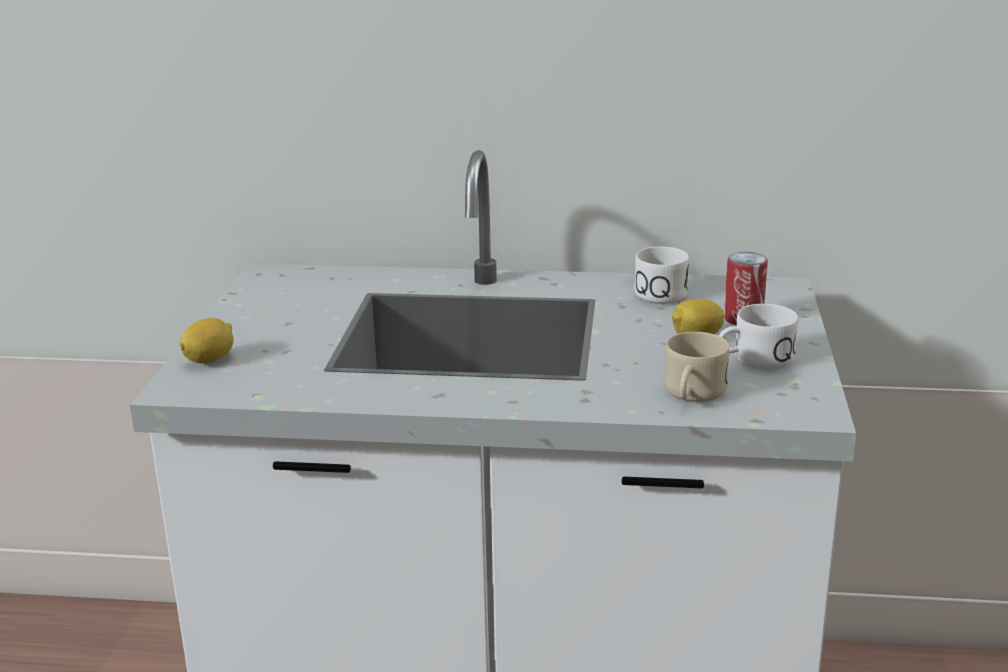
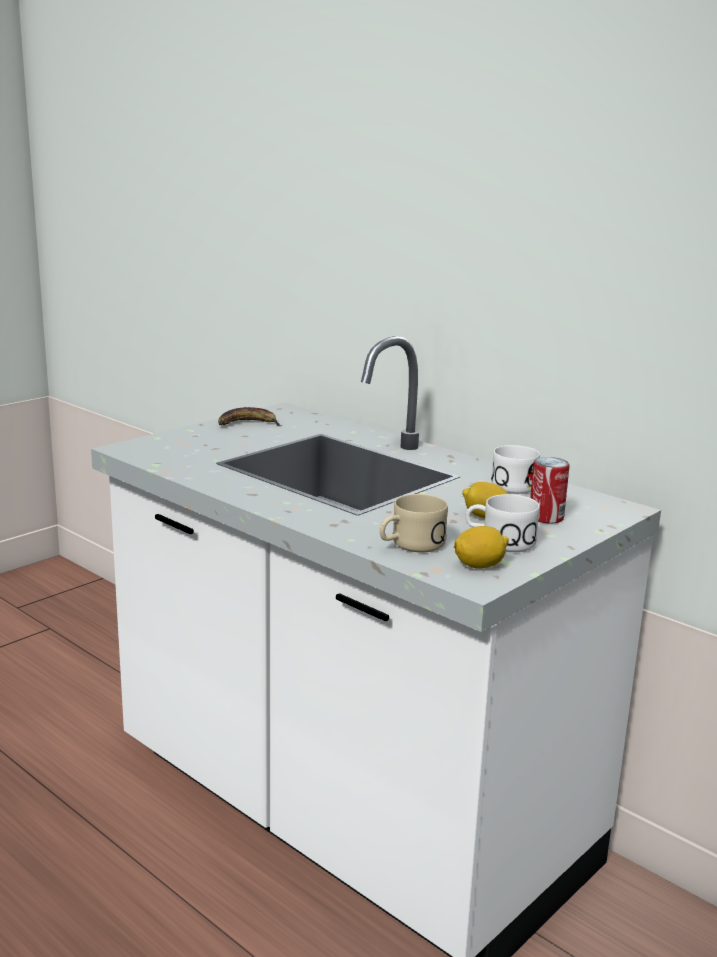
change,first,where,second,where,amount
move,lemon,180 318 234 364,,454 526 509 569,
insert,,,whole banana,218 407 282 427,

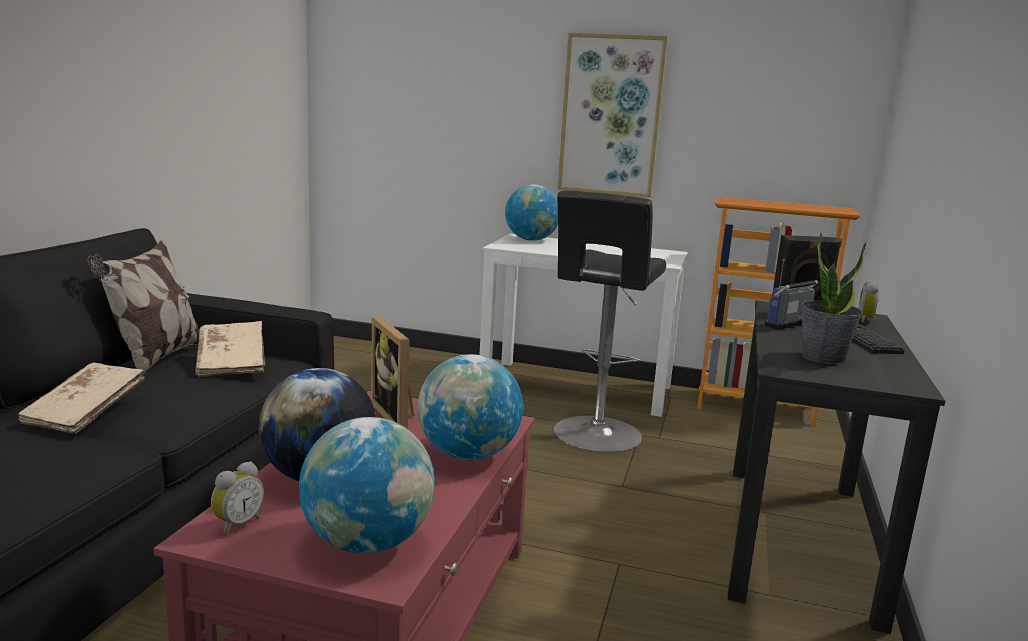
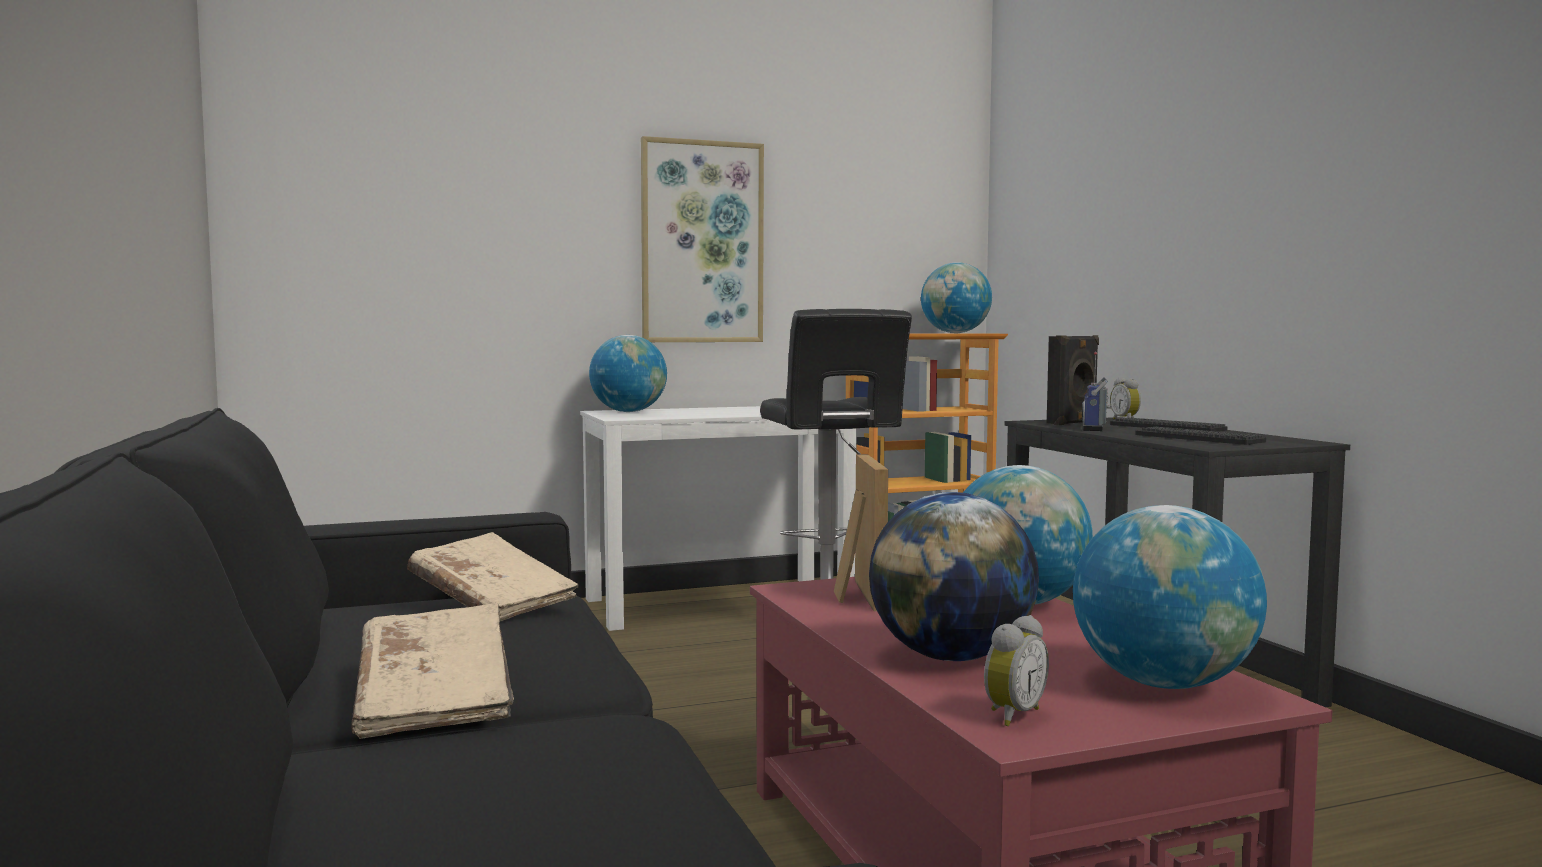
change,first,where,second,where,amount
delete,cushion,87 240 199 373,,,
rotate,table clock,211 461 264 535,,984 615 1049 726,45 degrees clockwise
rotate,picture frame,371 316 414 429,,834 454 888 611,120 degrees counterclockwise
replace,houseplant,802 232 866 364,keyboard,1135 427 1266 445,
insert,,,desk globe,921 262 992 333,

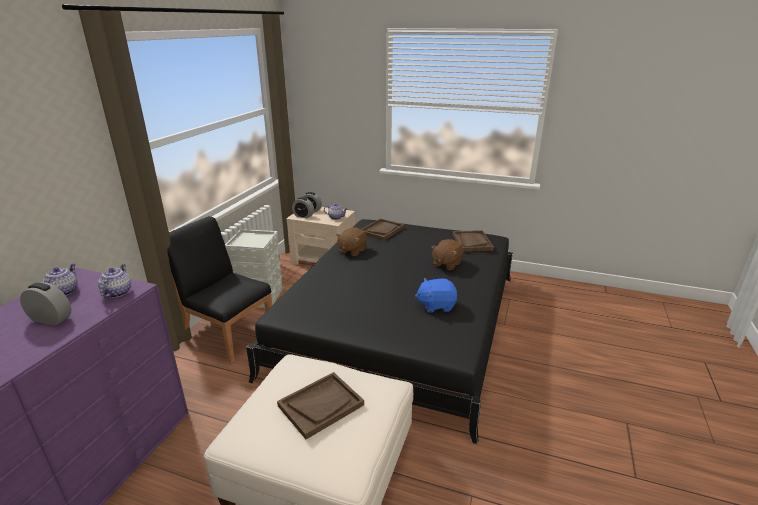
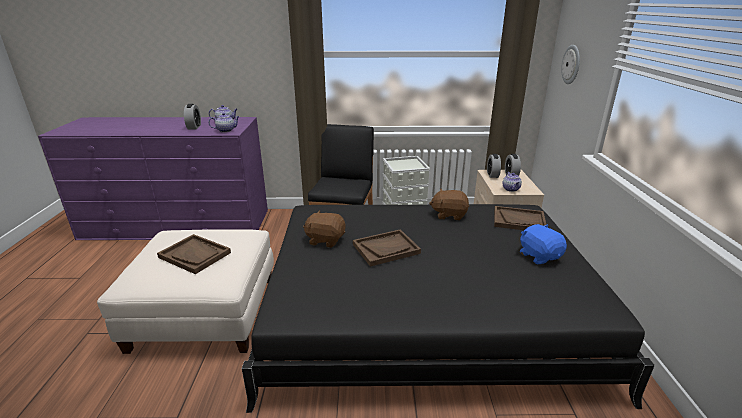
change,first,where,second,where,amount
move,blue soft toy,415 278 457 313,,520 224 567 264,
move,brown-coloured soft toy,431 239 463 270,,303 210 346 248,
move,brown-coloured tray,453 230 494 252,,353 229 421 267,
insert,,,wall clock,561 45 580 84,

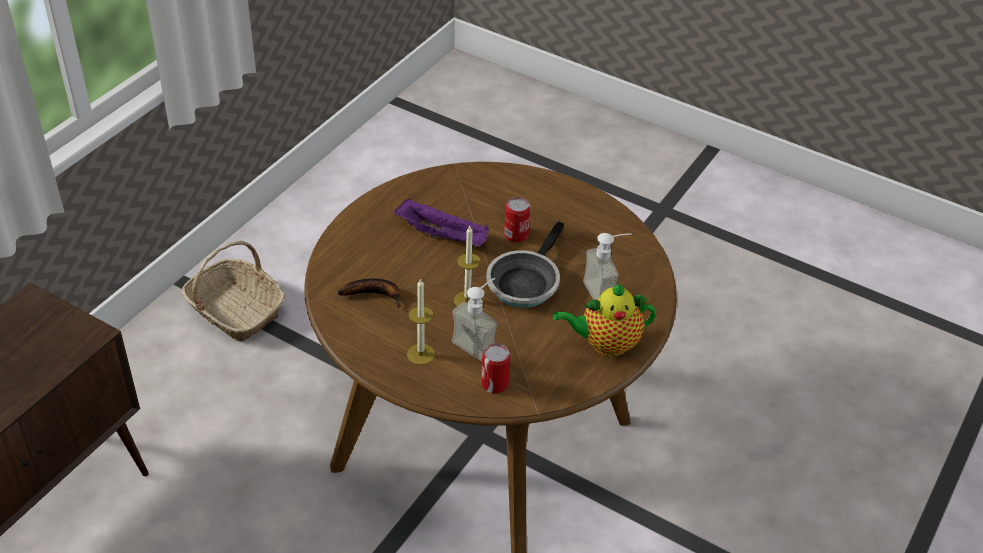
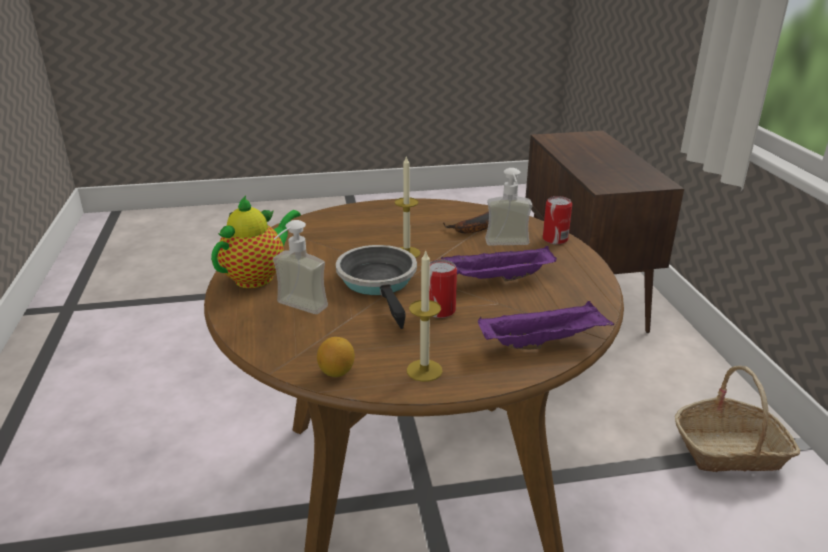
change,first,where,second,where,amount
move,candle,407 278 435 365,,407 249 443 382,
move,liquid soap bottle,452 278 497 362,,485 168 533 245,
move,sealed can,481 343 511 393,,543 196 572 245,
insert,,,lemon,317 337 355 377,
insert,,,purple tray,478 301 614 349,

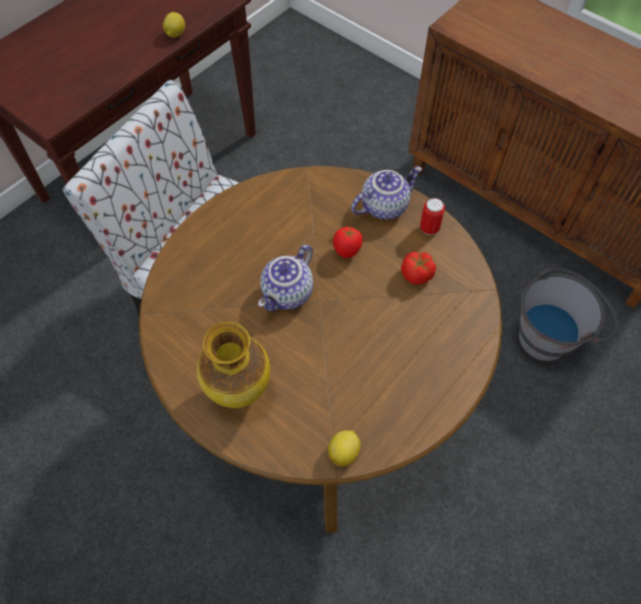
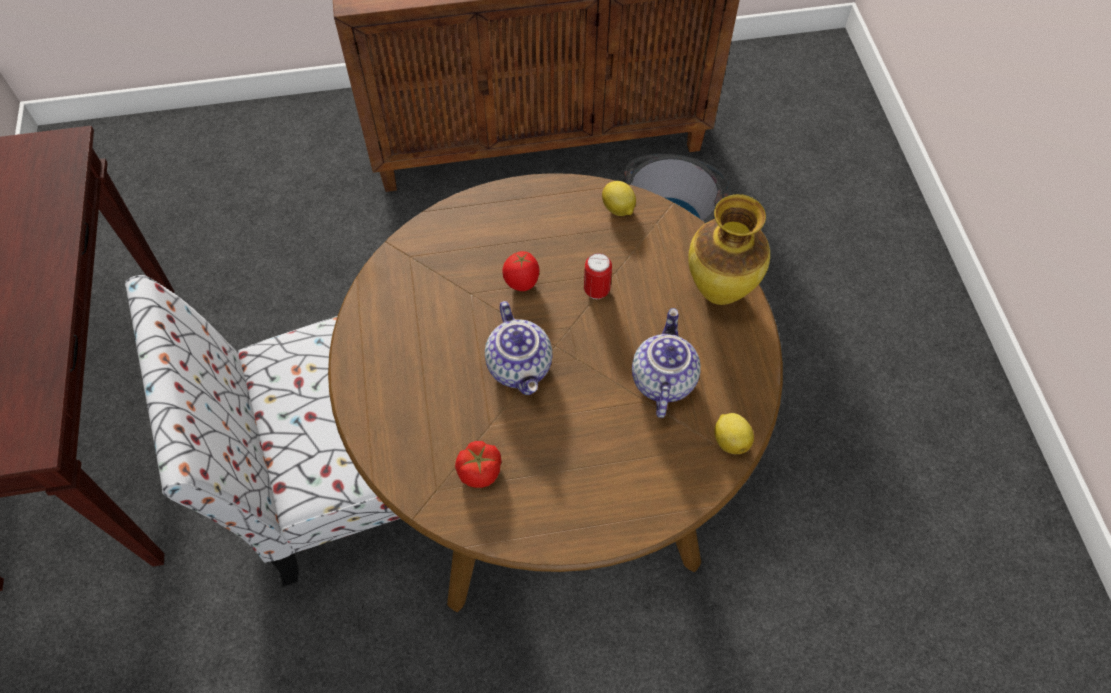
change,first,where,second,where,amount
move,lemon,163 12 185 37,,602 181 636 216,
move,decorative vase,197 322 270 408,,688 194 770 305,
move,tea pot,351 166 422 220,,632 308 701 418,
move,tomato,401 252 436 285,,455 441 501 488,
move,sealed can,420 198 445 235,,584 253 612 299,

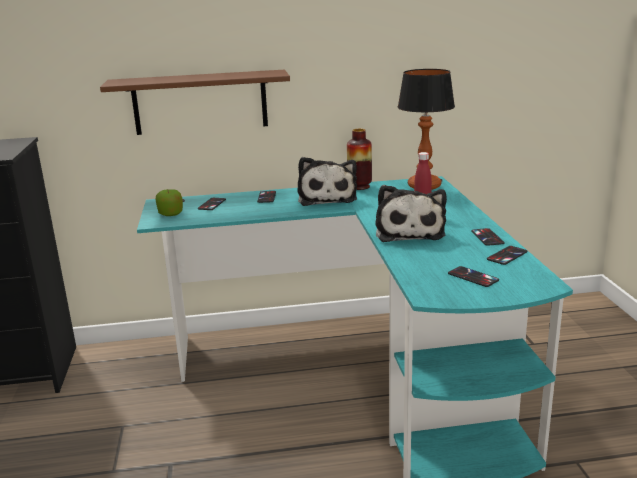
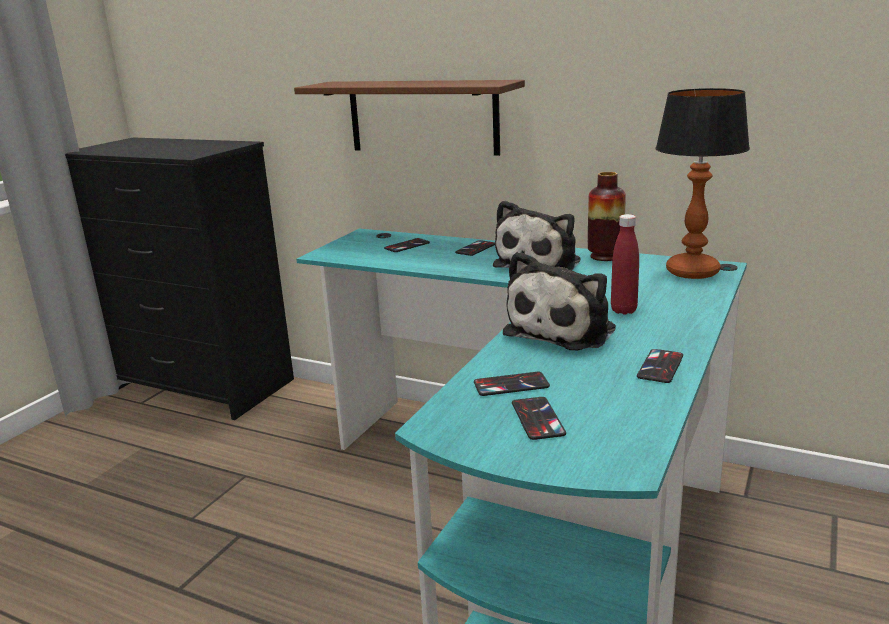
change,first,where,second,where,amount
delete,whole apple,155 189 183 216,,,
move,telephone,487 246 528 265,,474 372 550 396,

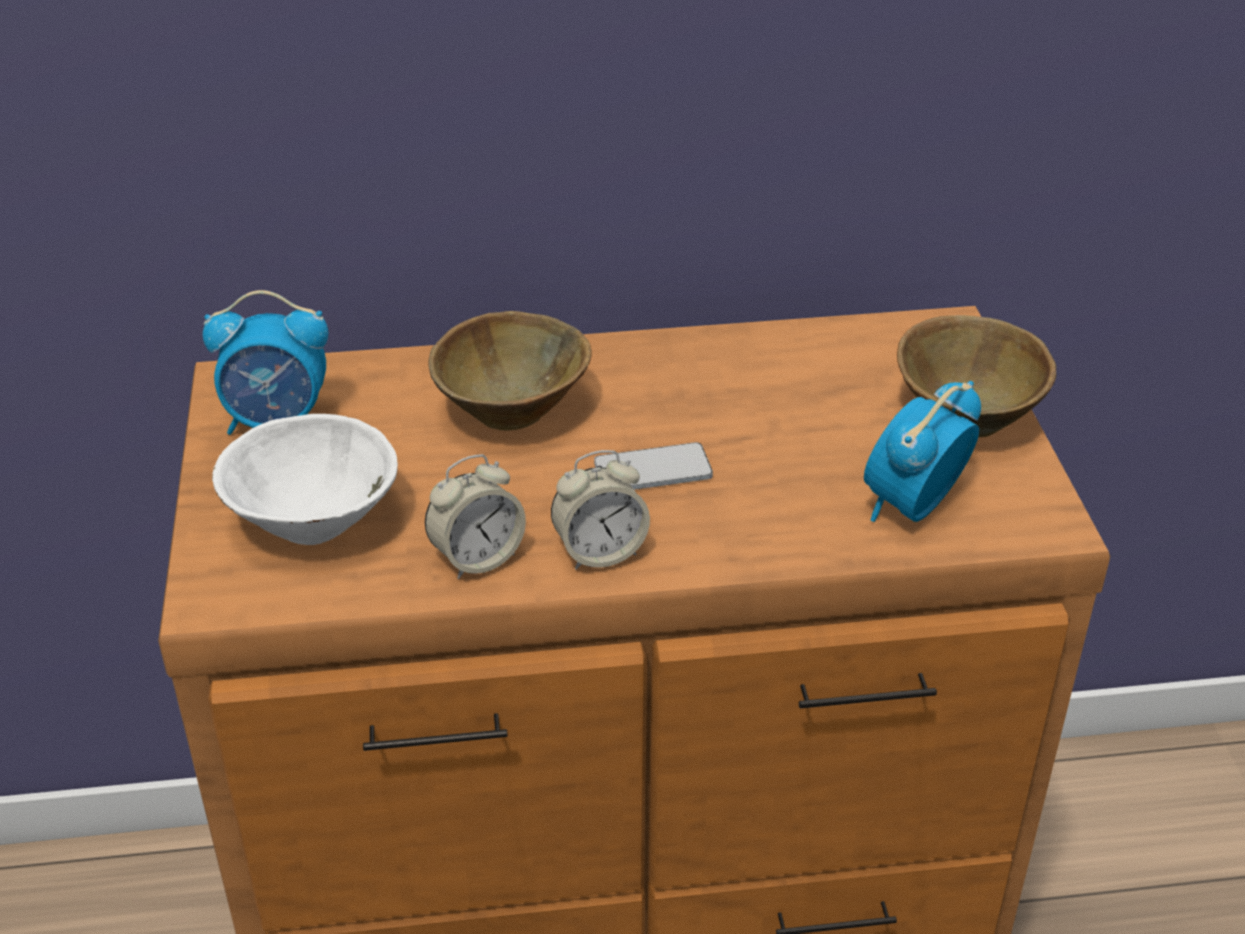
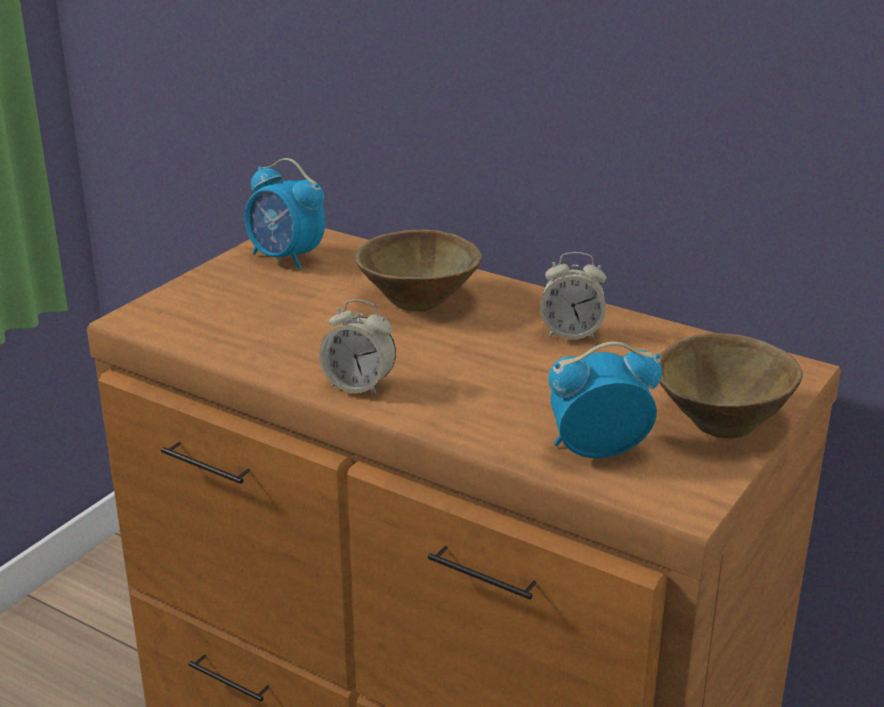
change,first,where,second,where,amount
delete,white bowl,212 414 398 545,,,
move,table clock,425 454 526 579,,540 252 606 340,
delete,telephone,594 442 713 490,,,

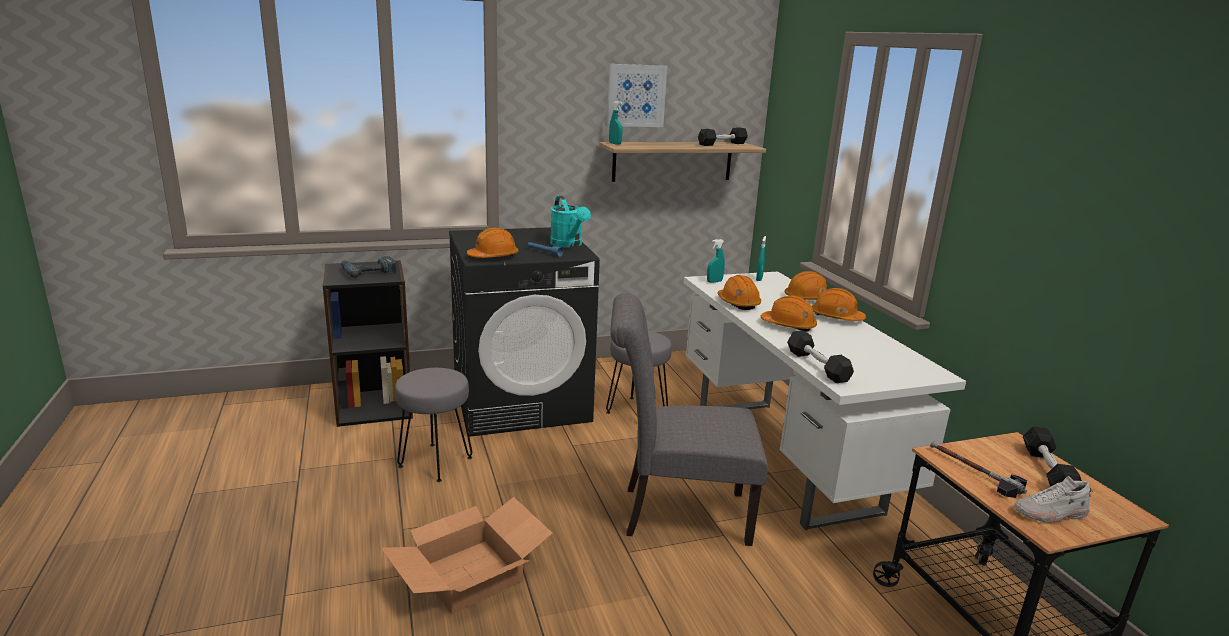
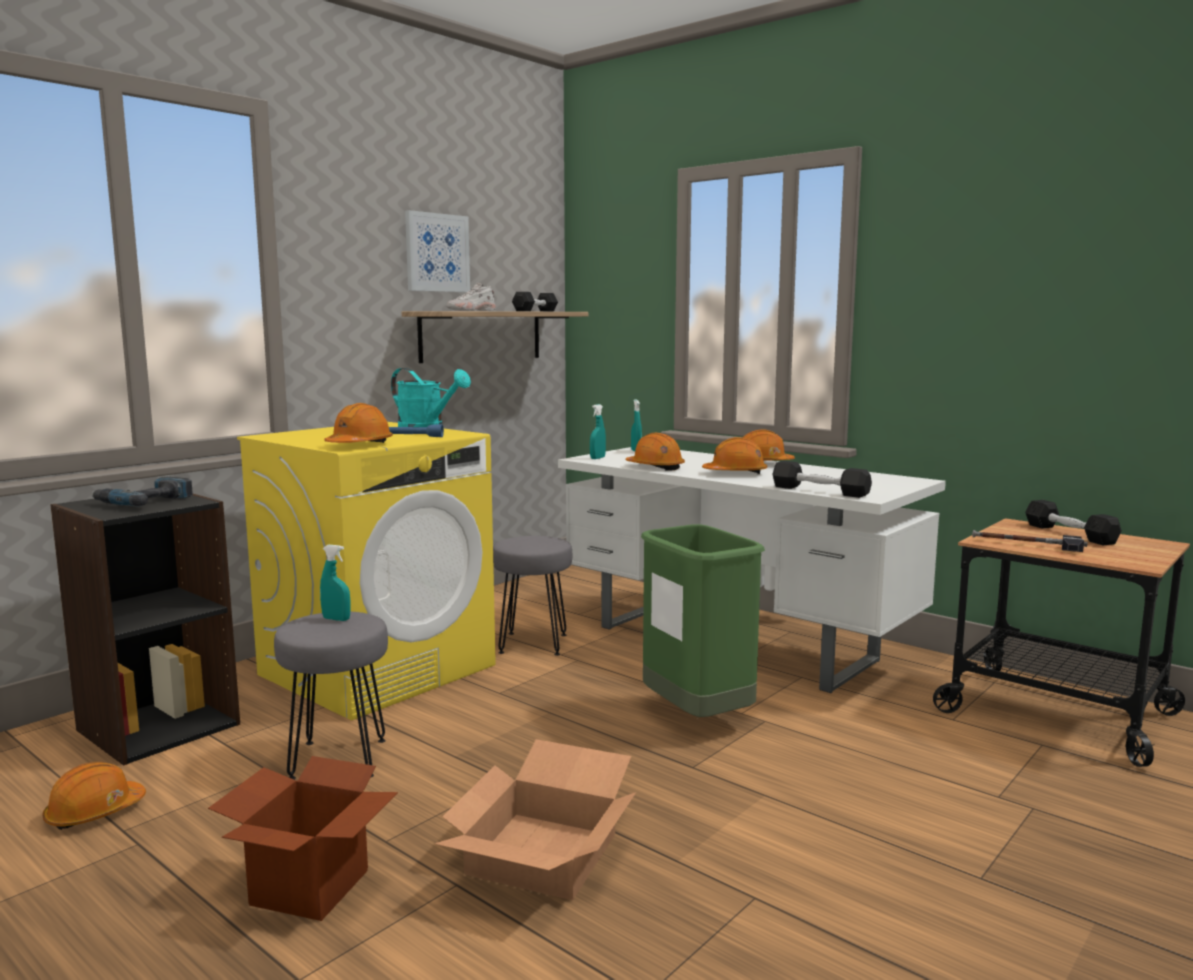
change,first,where,second,where,amount
recolor,black washing machine,449 227 600 437,yellow-coloured washing machine,237 422 496 720,
move,turquoise spray bottle,609 101 623 145,,320 545 351 621,
replace,greyish chair,610 293 768 546,green-coloured trash can,641 524 765 717,
move,orange-coloured safety helmet,785 271 827 300,,43 762 146 830,
move,white item of footwear,1014 476 1093 523,,446 283 496 311,
insert,,,cardboard box,208 756 398 921,

